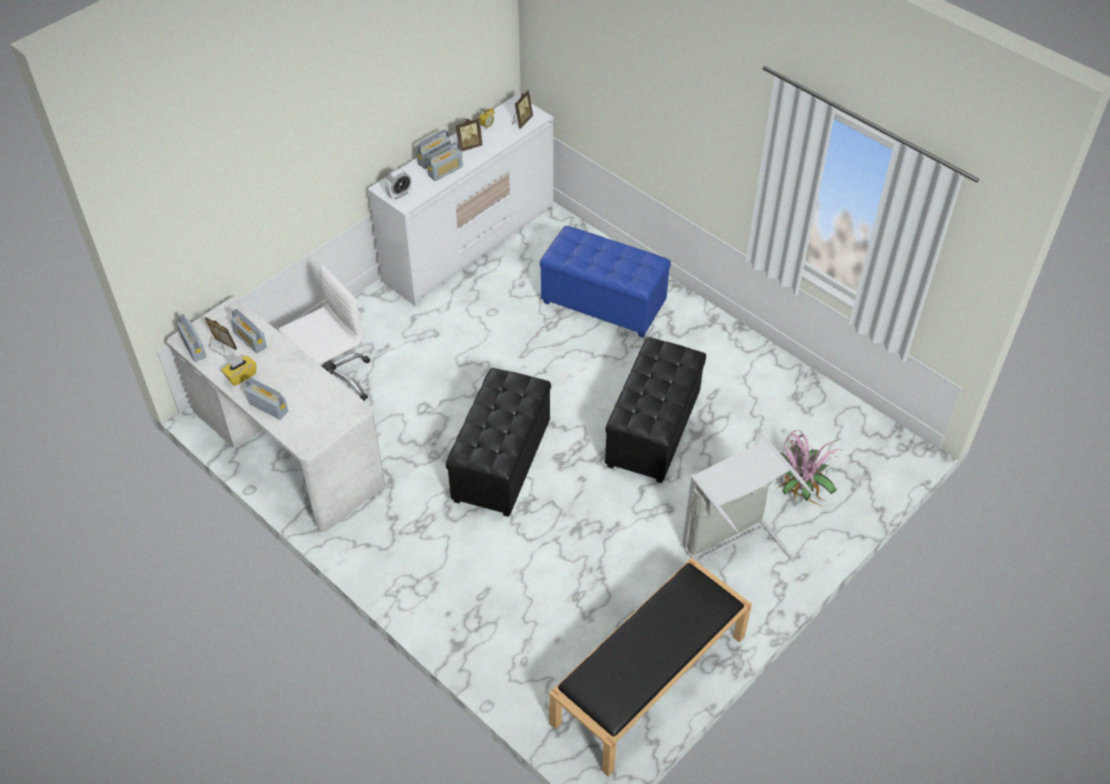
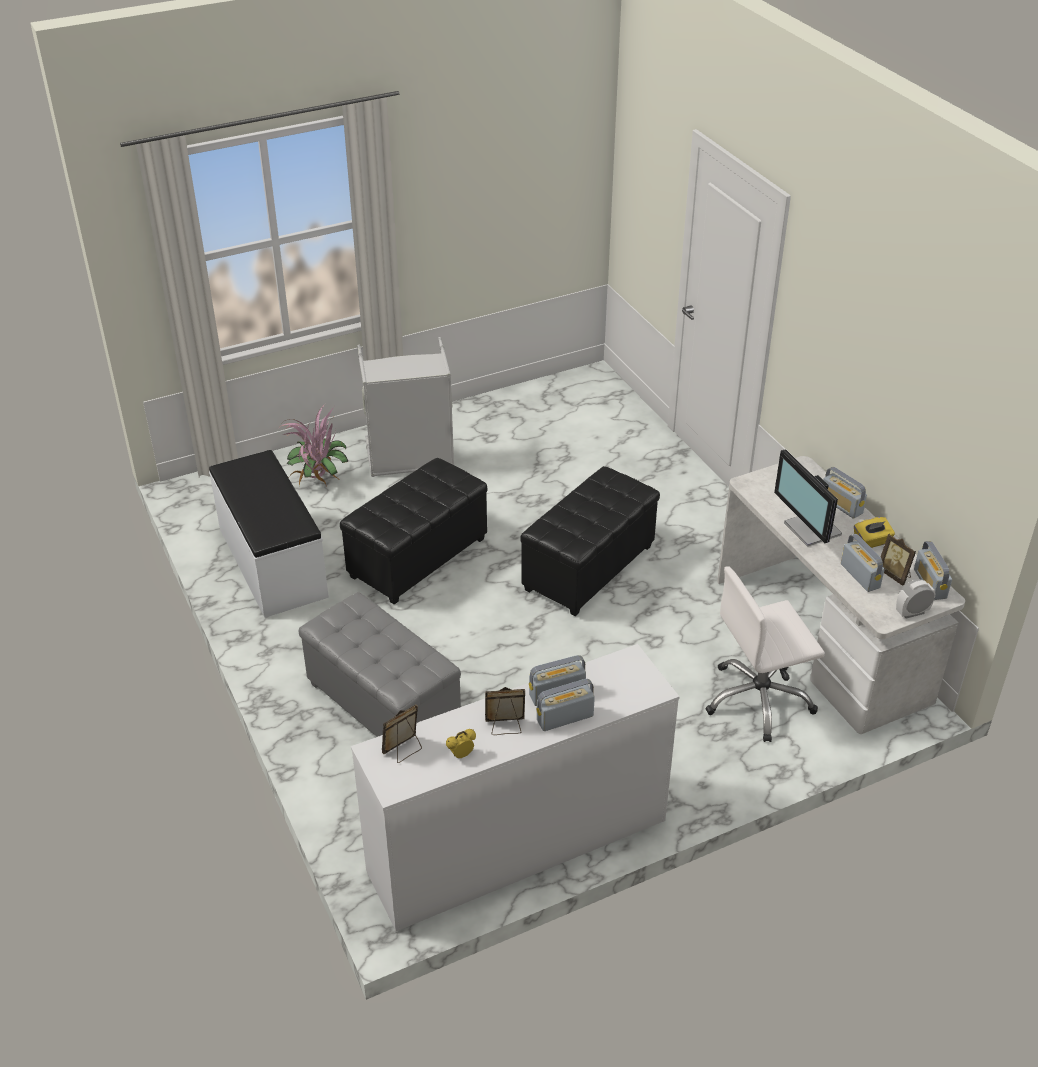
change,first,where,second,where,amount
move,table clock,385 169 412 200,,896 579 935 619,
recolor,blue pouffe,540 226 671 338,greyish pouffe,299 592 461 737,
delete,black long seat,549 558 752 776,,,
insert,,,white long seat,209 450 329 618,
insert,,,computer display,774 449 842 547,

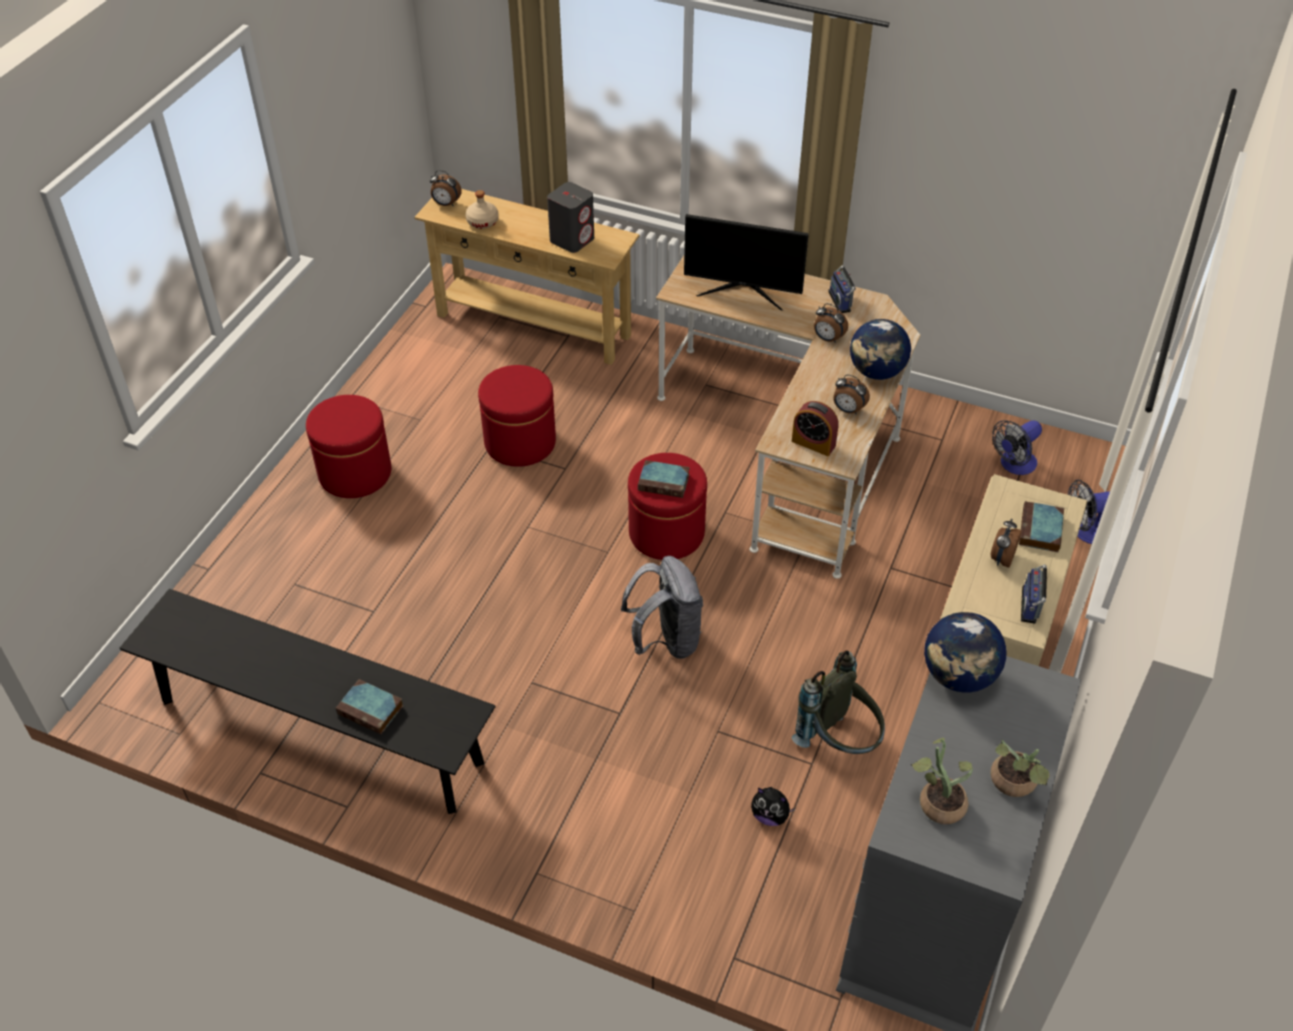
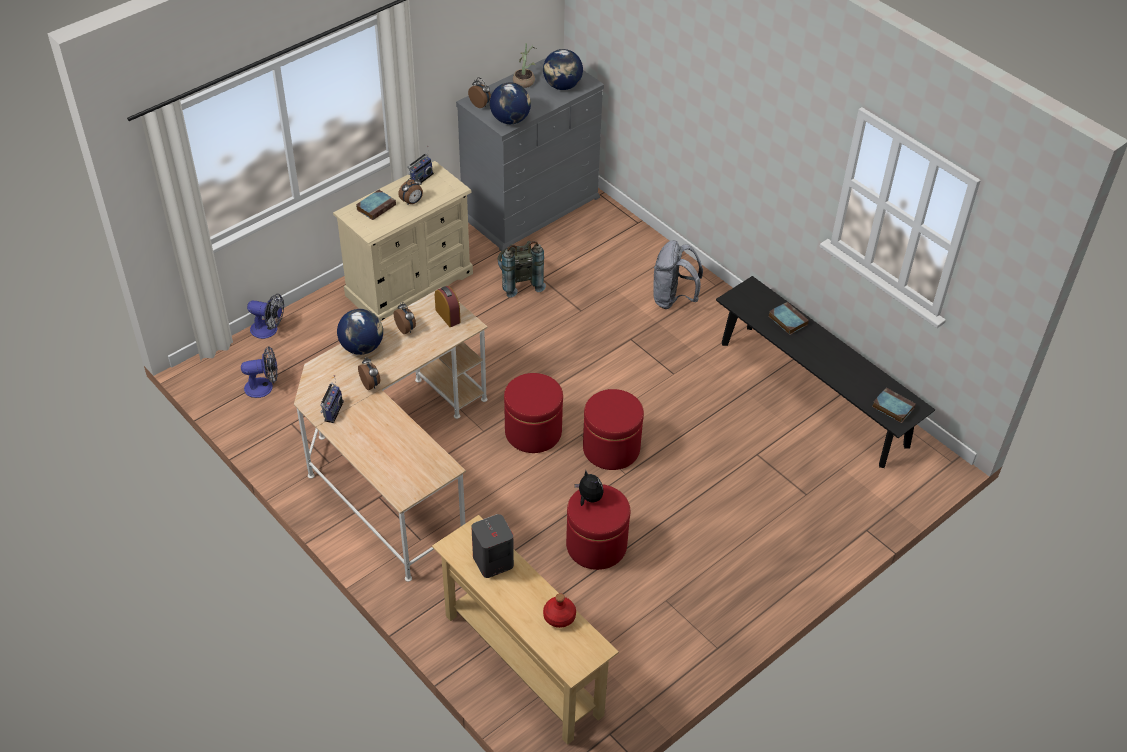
change,first,where,second,where,amount
move,reddish pouffe,306 395 391 498,,583 389 644 470,
move,table clock,430 170 462 206,,468 77 491 108,
recolor,sand-coloured bottle,465 190 499 229,reddish bottle,543 593 576 628,
move,greyish knapsack,621 556 703 659,,653 240 703 309,
move,bound book,638 460 690 498,,872 388 916 423,
delete,computer display,684 214 809 310,,,
move,soft toy,751 787 796 826,,575 471 604 506,
replace,houseplant,911 738 973 824,desk globe,543 49 583 90,

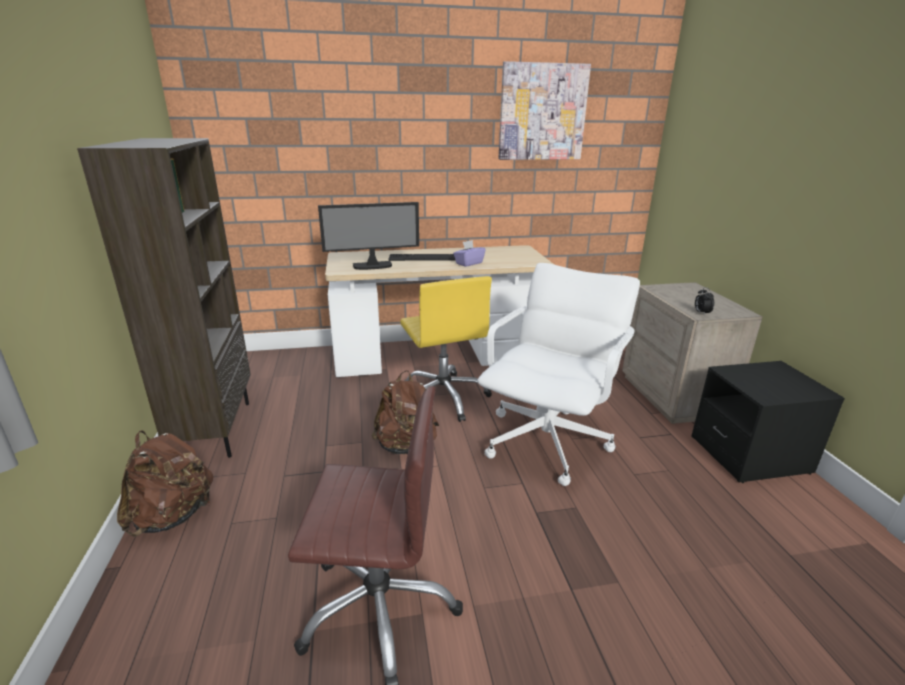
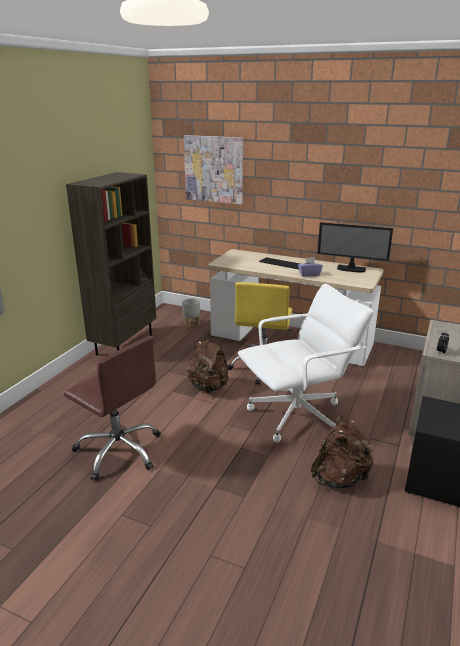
change,first,where,second,where,amount
move,brown-coloured knapsack,117 430 213 537,,311 415 374 488,
move,computer display,318 202 419 270,,318 222 393 272,
move,wall art,498 61 591 160,,184 135 243 205,
insert,,,greyish flower pot,182 298 200 327,

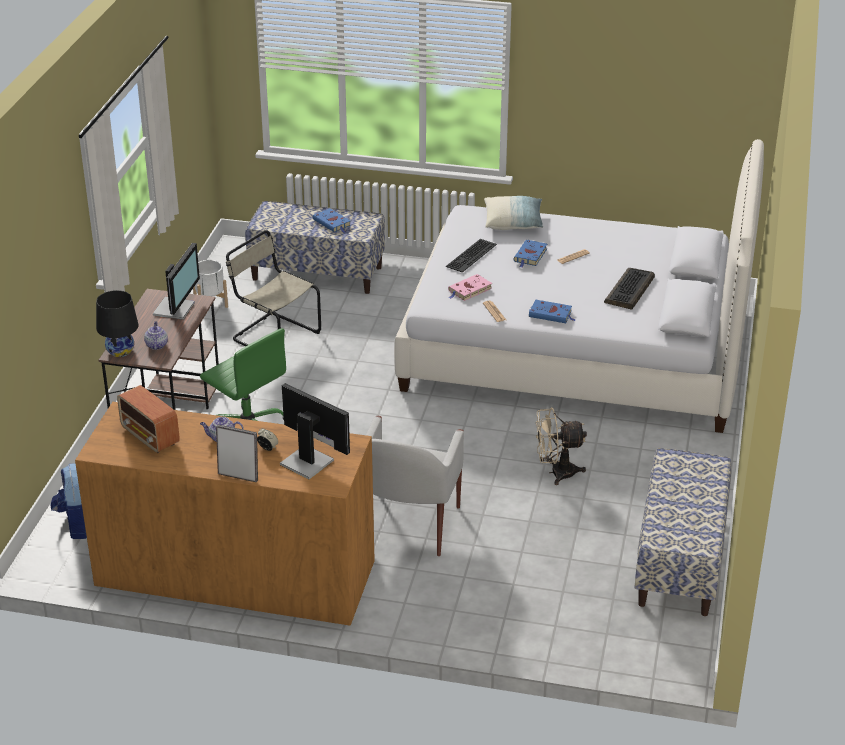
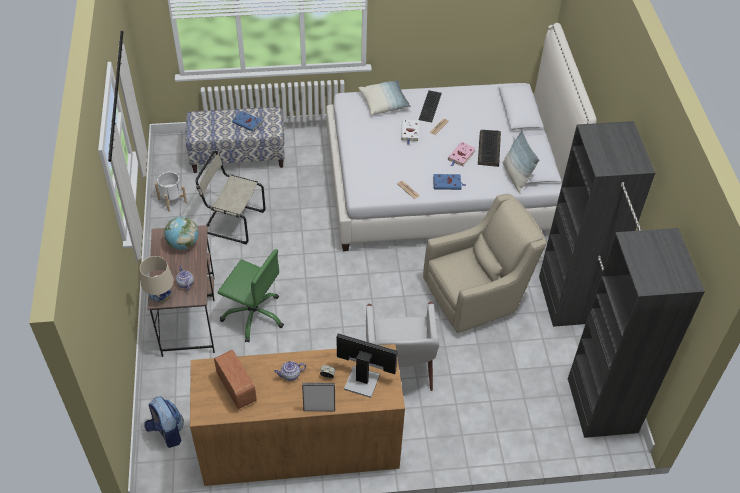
change,first,where,second,where,amount
recolor,black tabletop lamp,96 290 139 357,sand-coloured tabletop lamp,140 256 174 303,
rotate,radio,117 385 180 453,,214 350 257 409,150 degrees counterclockwise
replace,computer display,153 243 200 320,desk globe,164 216 198 250,
move,keyboard,446 239 497 273,,419 90 442 122,
move,pink bound book,448 274 492 301,,448 142 476 167,
recolor,blue bound book,513 240 547 267,white bound book,401 119 419 145,
replace,sand-coloured fan,536 407 587 485,sand-coloured easy chair,423 194 547 333,
replace,long seat,634 448 731 616,black wardrobe,539 121 705 438,
insert,,,cushion,502 129 540 193,

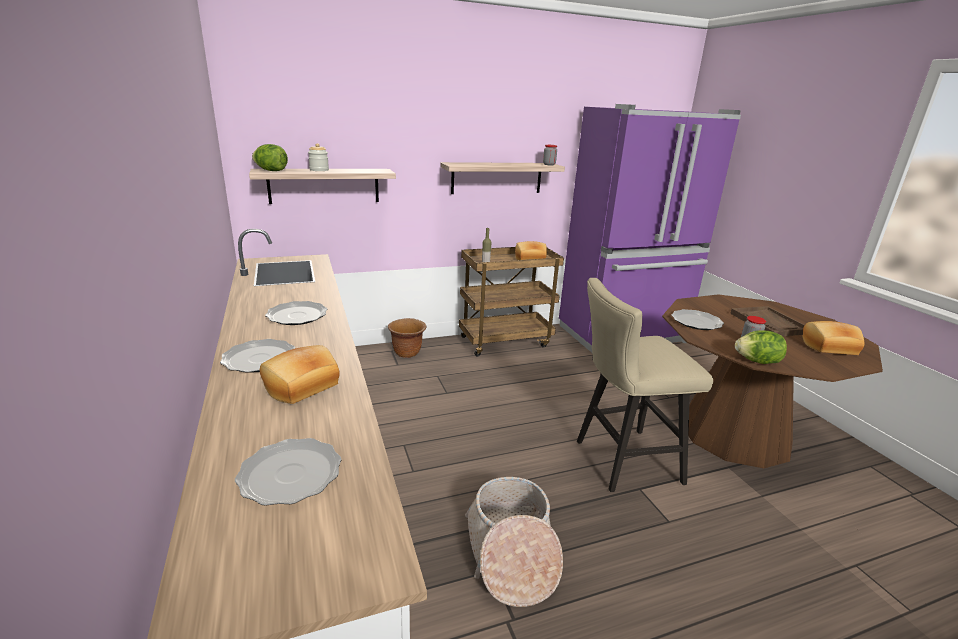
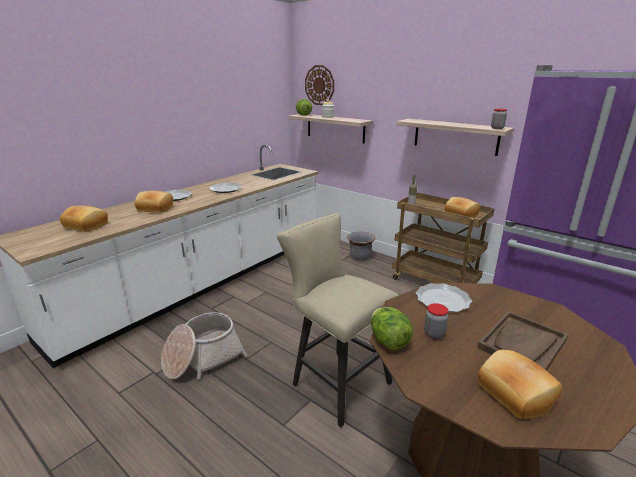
change,first,where,second,where,amount
replace,dinner plate,235 438 342 506,bread,60 206 108 232,
recolor,brown-coloured flower pot,388 318 426 358,greyish flower pot,347 232 375 261,
insert,,,wall clock,305 65 334 105,

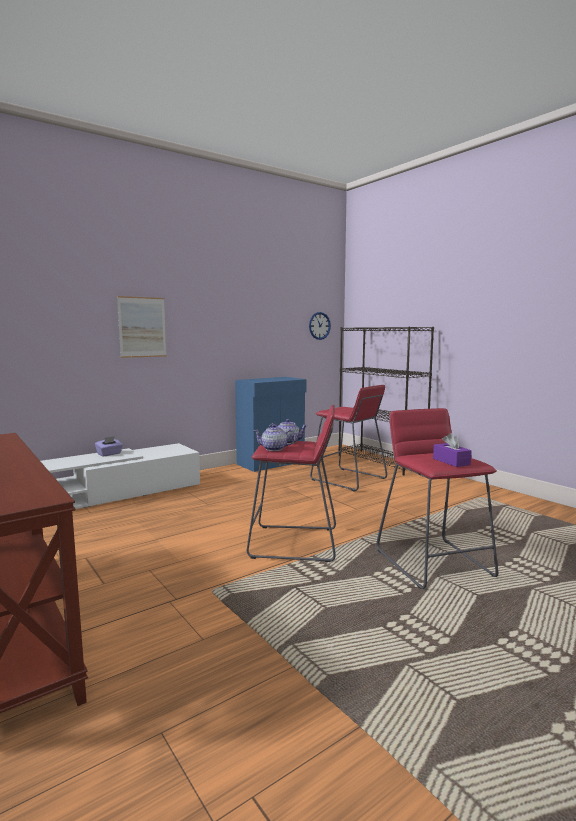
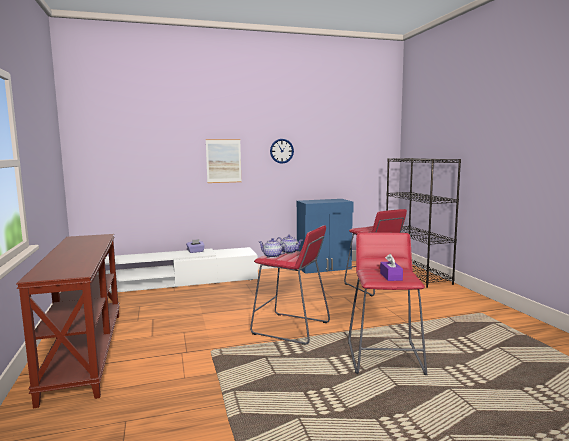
change,first,where,second,where,amount
move,wall clock,309 312 331 340,,270 139 294 164,

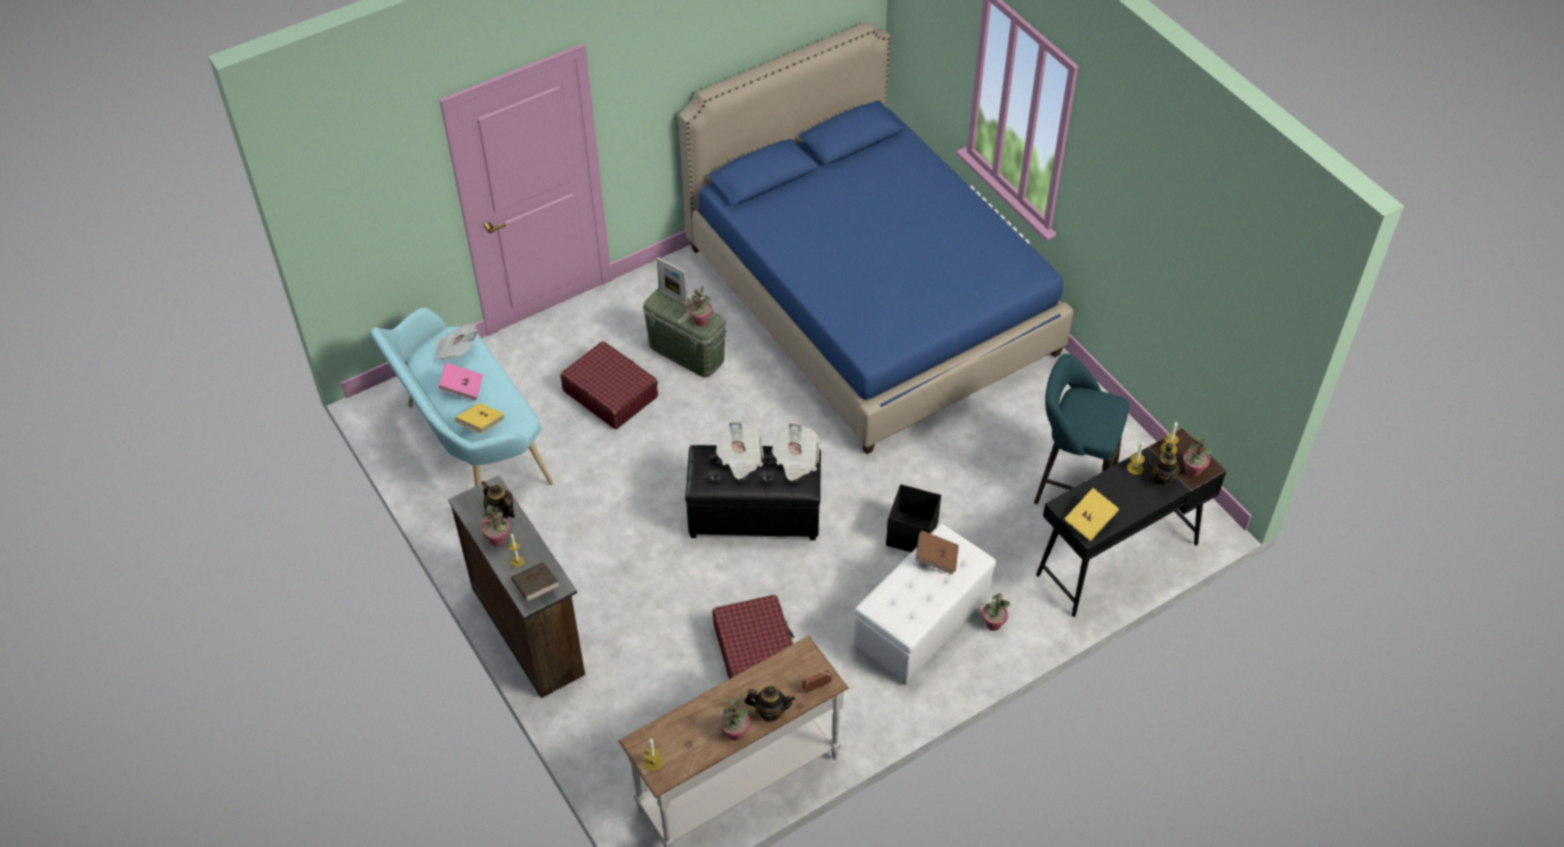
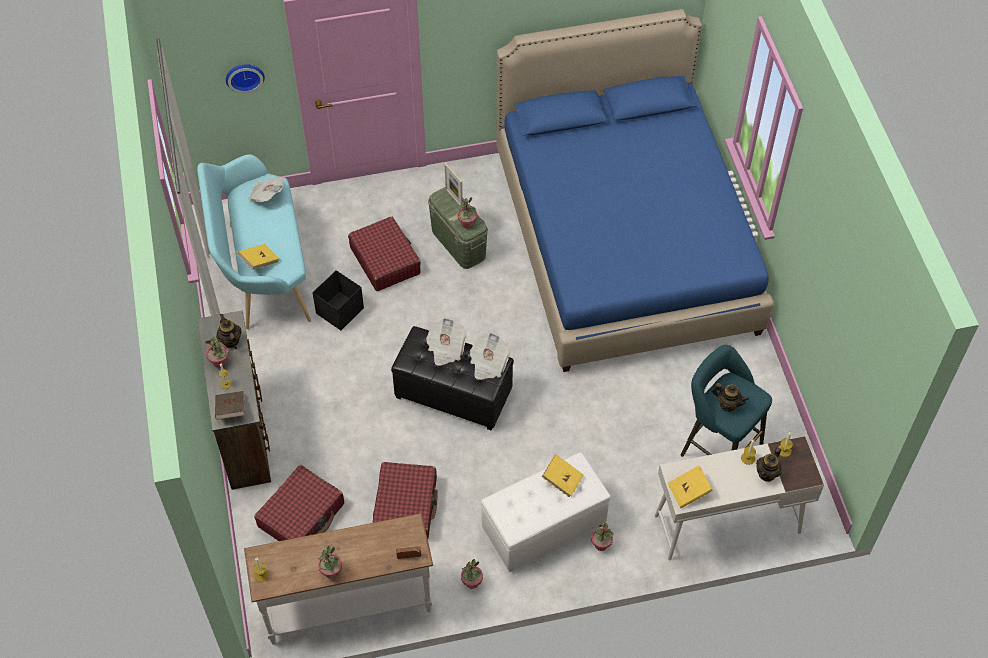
change,first,where,second,where,amount
delete,pink bound book,438 362 483 401,,,
move,tea pot,745 686 795 721,,712 383 749 411,
move,black storage box,886 484 941 552,,312 270 364 330,
recolor,brown-coloured bound book,915 530 959 574,yellow-coloured bound book,541 454 584 497,
recolor,black desk,1036 428 1226 617,white desk,655 436 824 560,
move,houseplant,1183 435 1211 477,,461 559 483 589,
insert,,,wall clock,226 64 265 94,
insert,,,reddish suitcase,254 465 344 541,

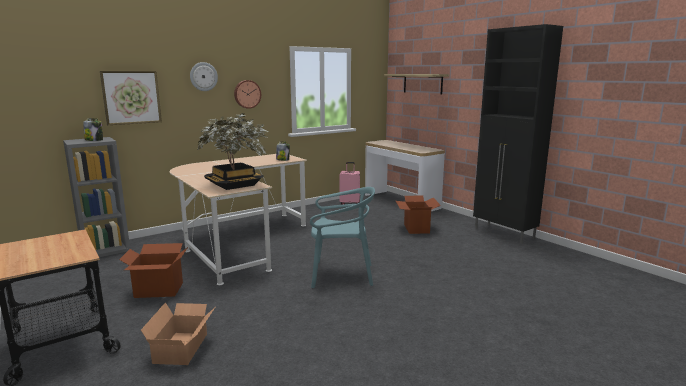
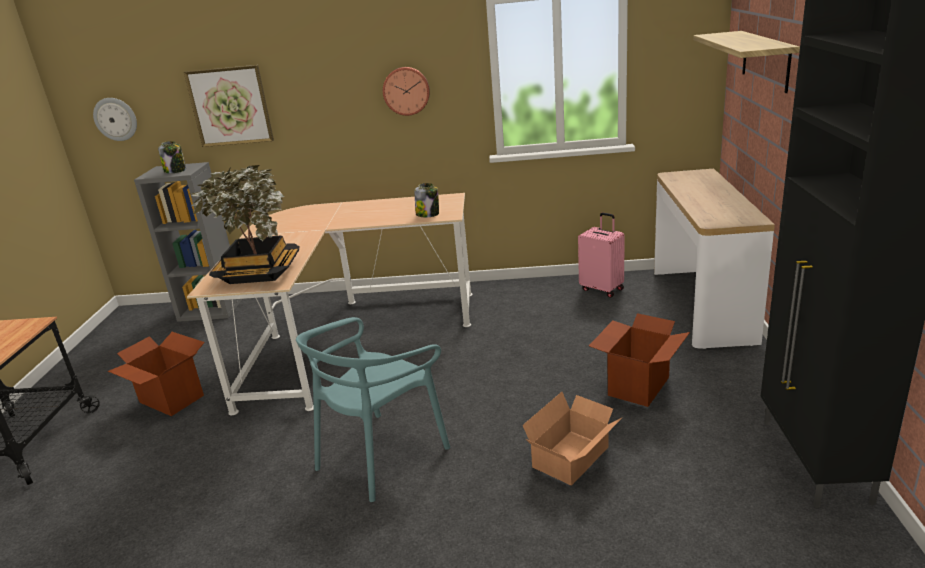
change,first,where,second,where,amount
move,cardboard box,141 302 215 365,,522 392 623 486,
move,wall clock,190 62 218 91,,93 98 137 141,
rotate,turquoise chair,310 187 375 288,,296 317 450 502,90 degrees clockwise

